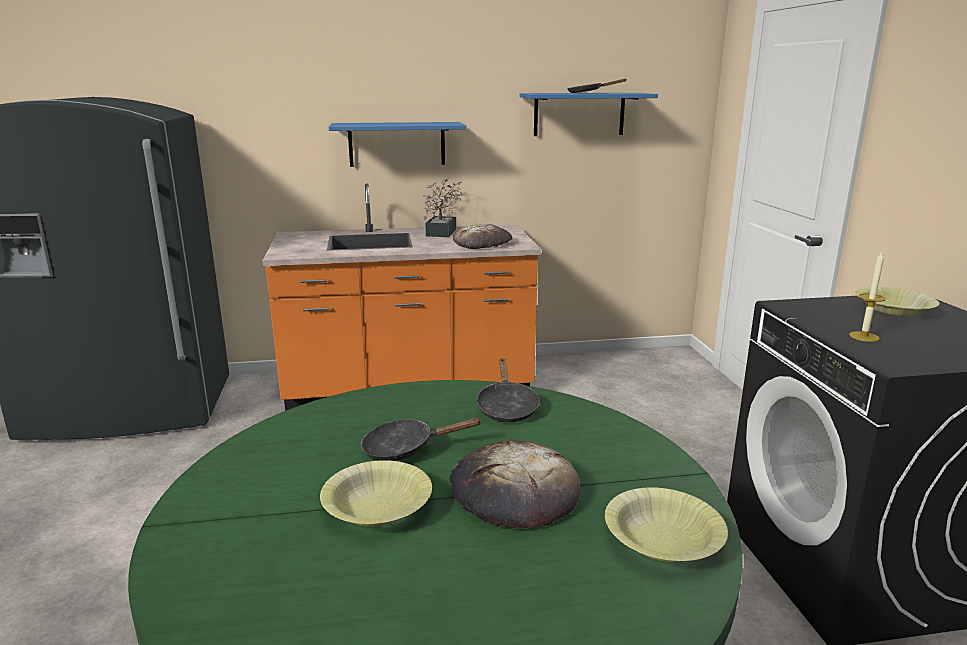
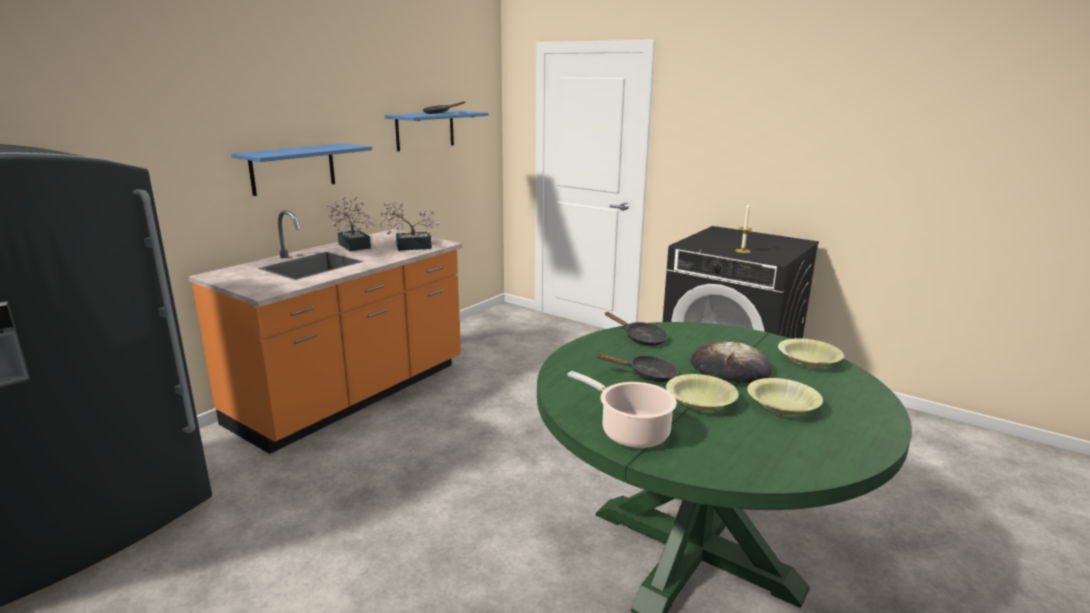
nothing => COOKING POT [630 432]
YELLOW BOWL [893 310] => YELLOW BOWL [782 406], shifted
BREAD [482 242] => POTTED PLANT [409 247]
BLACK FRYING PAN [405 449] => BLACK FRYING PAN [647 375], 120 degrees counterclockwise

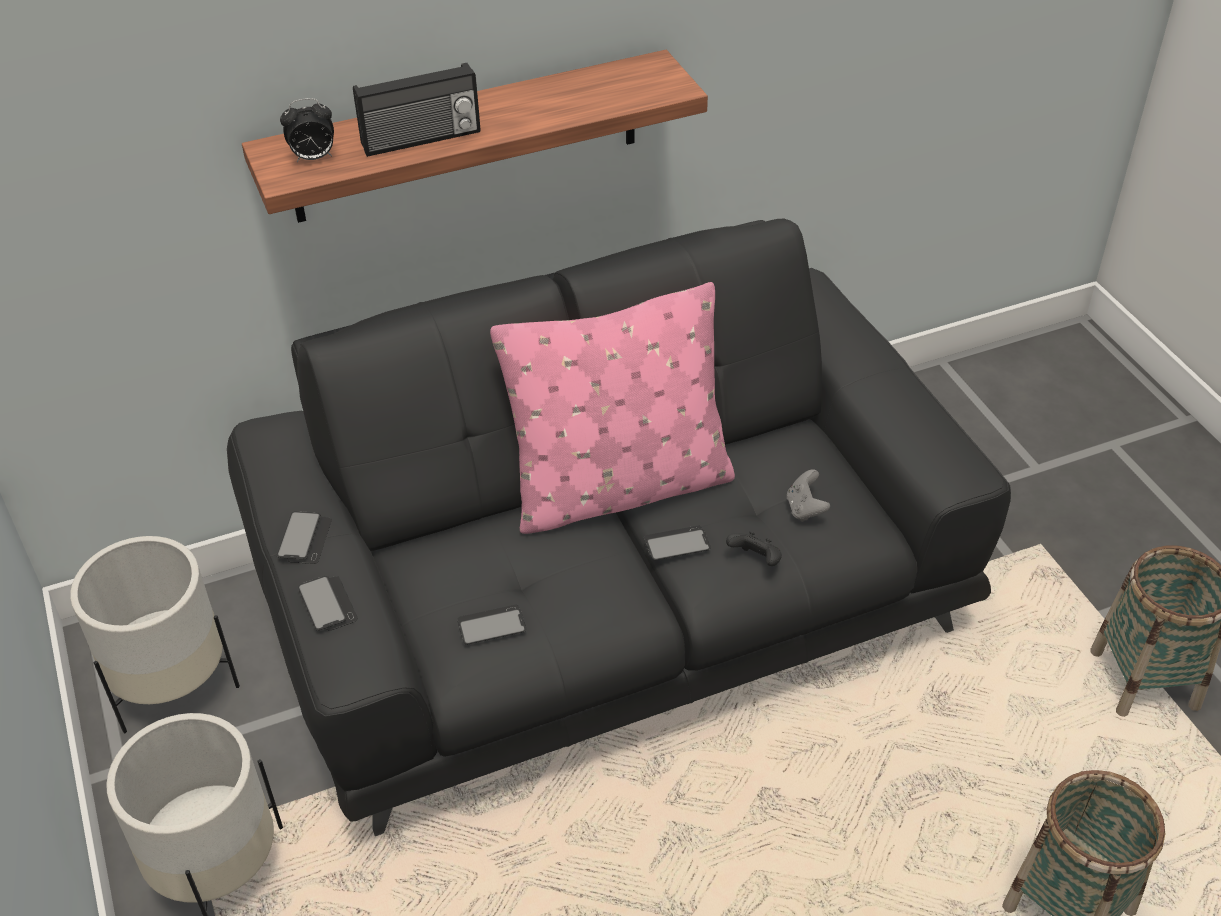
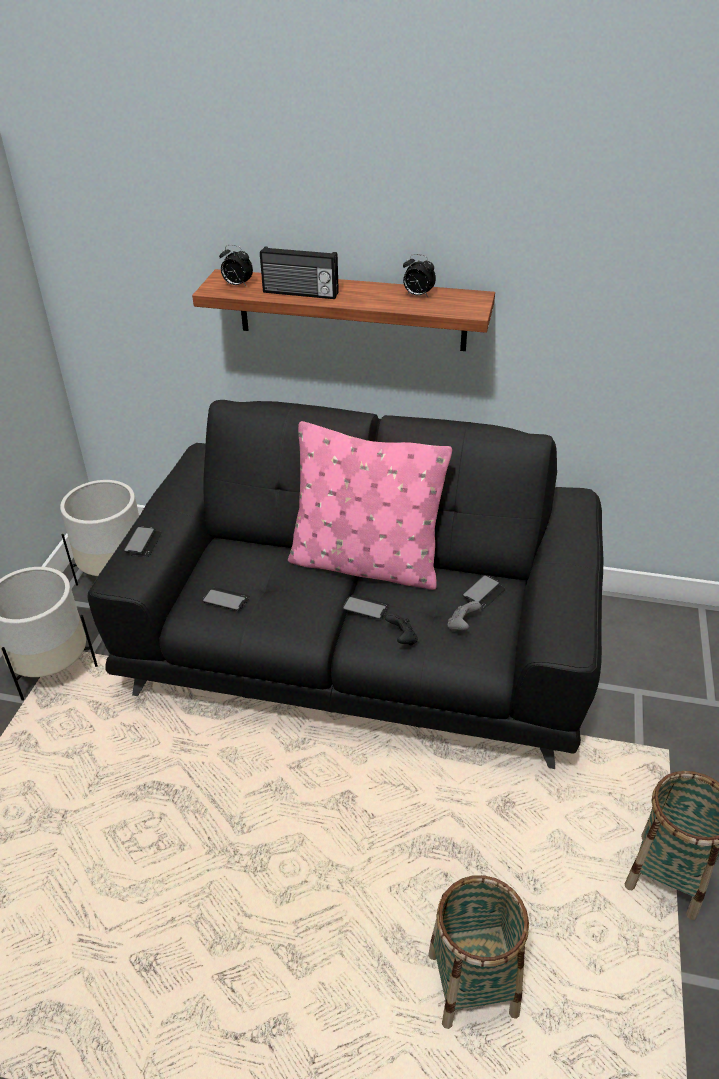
nothing => ALARM CLOCK [417 295]
PHONE [305 539] => PHONE [483 593], shifted

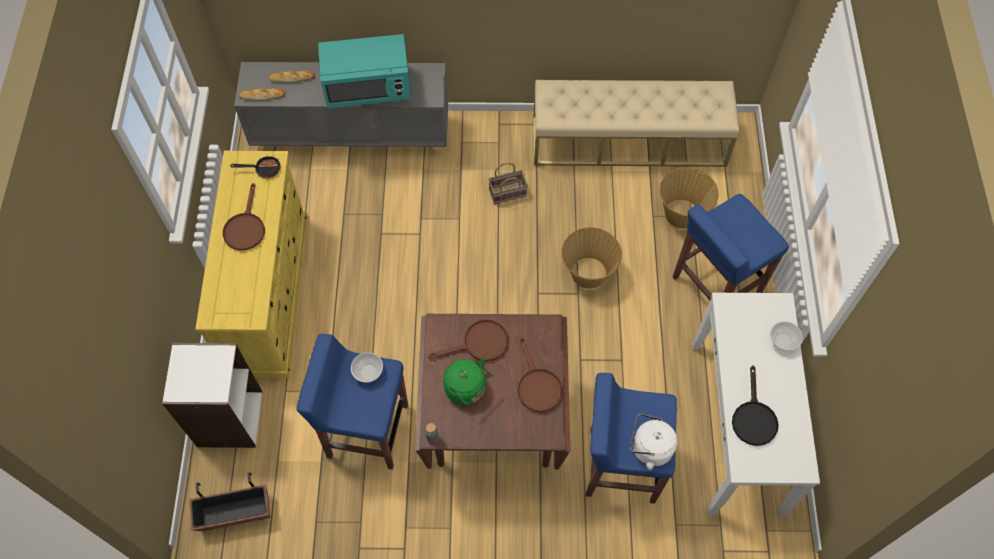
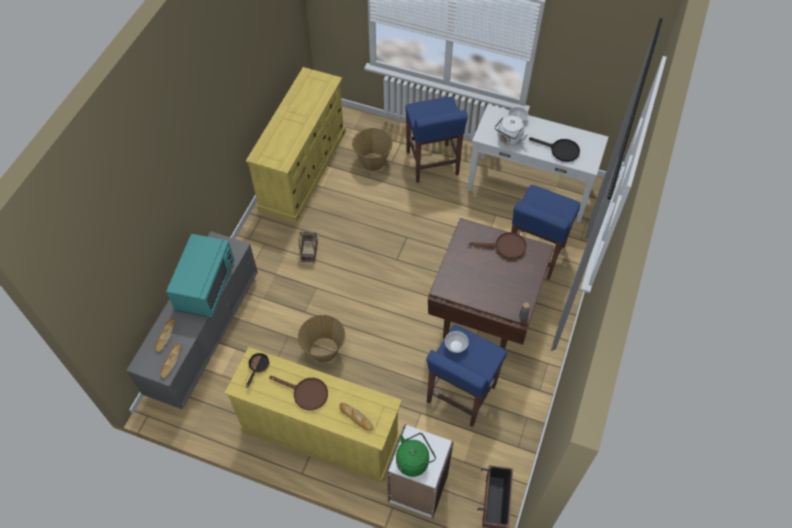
BROWN FRYING PAN [479 344] => nothing
nothing => BREAD [356 417]
GREEN KETTLE [467 390] => GREEN KETTLE [414 460], shifted
BASKET [588 273] => BASKET [324 350], shifted
WHITE KETTLE [649 448] => WHITE KETTLE [508 139], shifted
BEIGE BENCH [629 141] => YELLOW DRESSER [303 169]

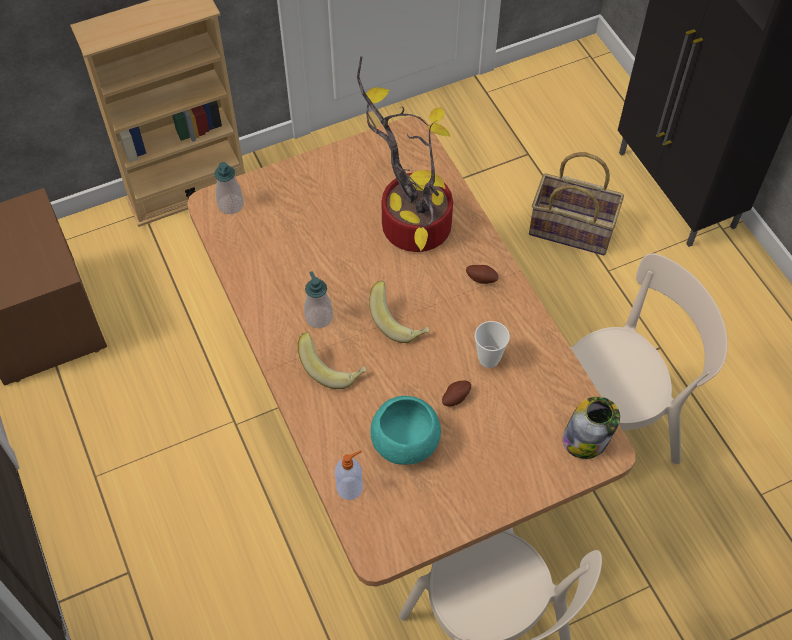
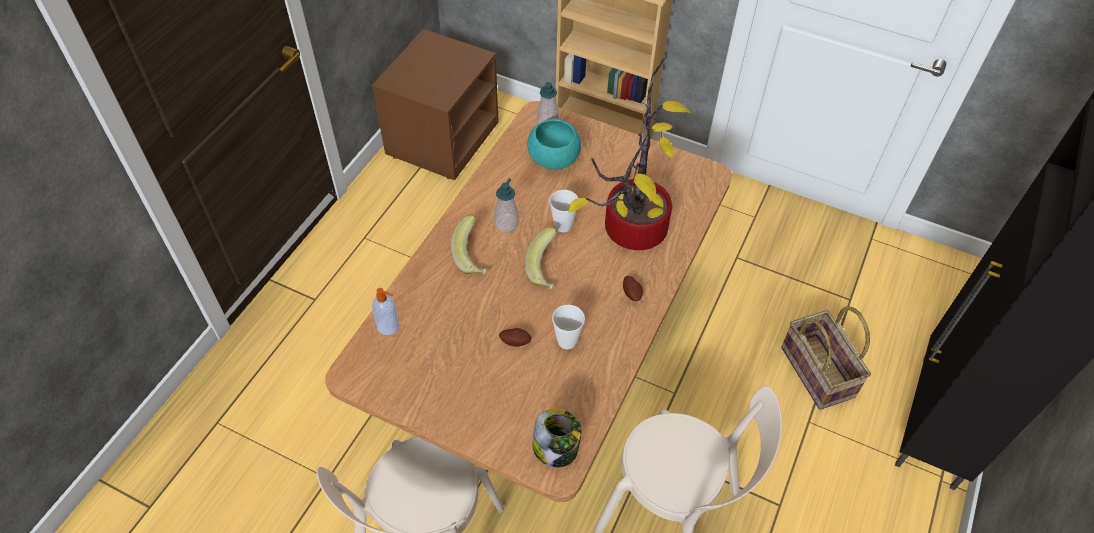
nothing => CUP [563 226]
TURQUOISE BOWL [405 442] => TURQUOISE BOWL [553 159], shifted

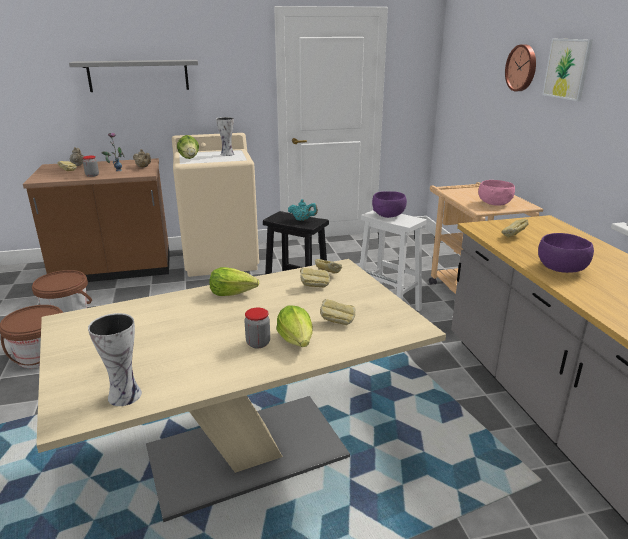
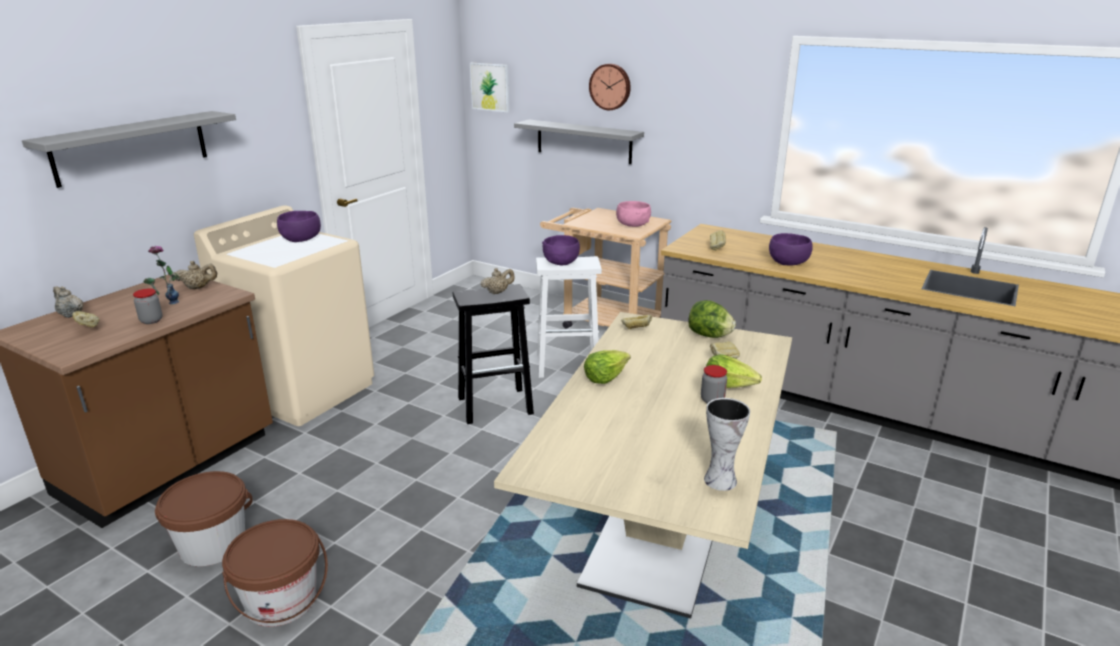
BREAD [314 286] => nothing
nothing => GREY SHELF [583 141]
LETTUCE [189 158] => LETTUCE [709 335], shifted
PICTURE [567 69] => PICTURE [490 87], shifted
VASE [227 154] => PURPLE BOWL [301 239]
TURQUOISE TEAPOT [302 220] => BEIGE TEAPOT [497 292]

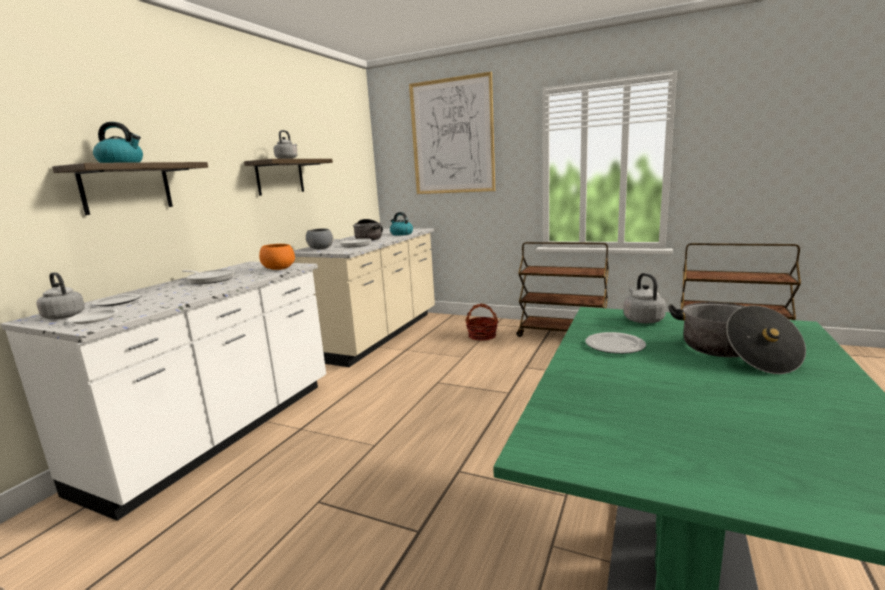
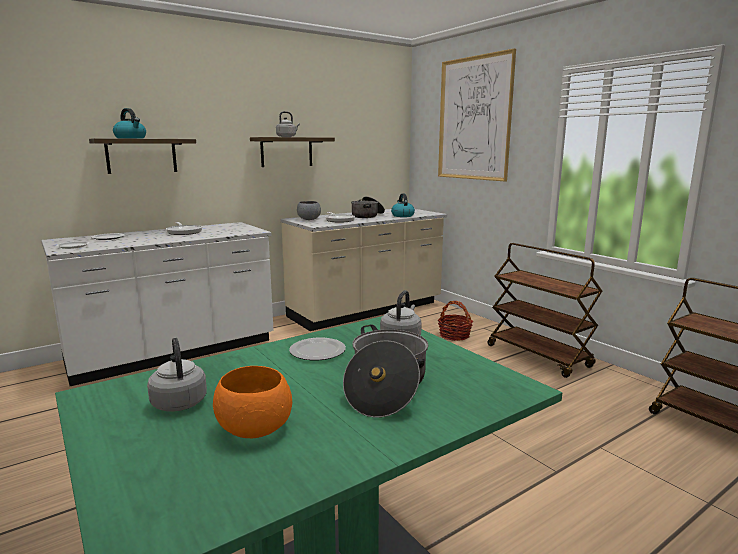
GREY KETTLE [63 316] => GREY KETTLE [179 401], shifted
ORANGE BOWL [279 269] => ORANGE BOWL [255 429], shifted

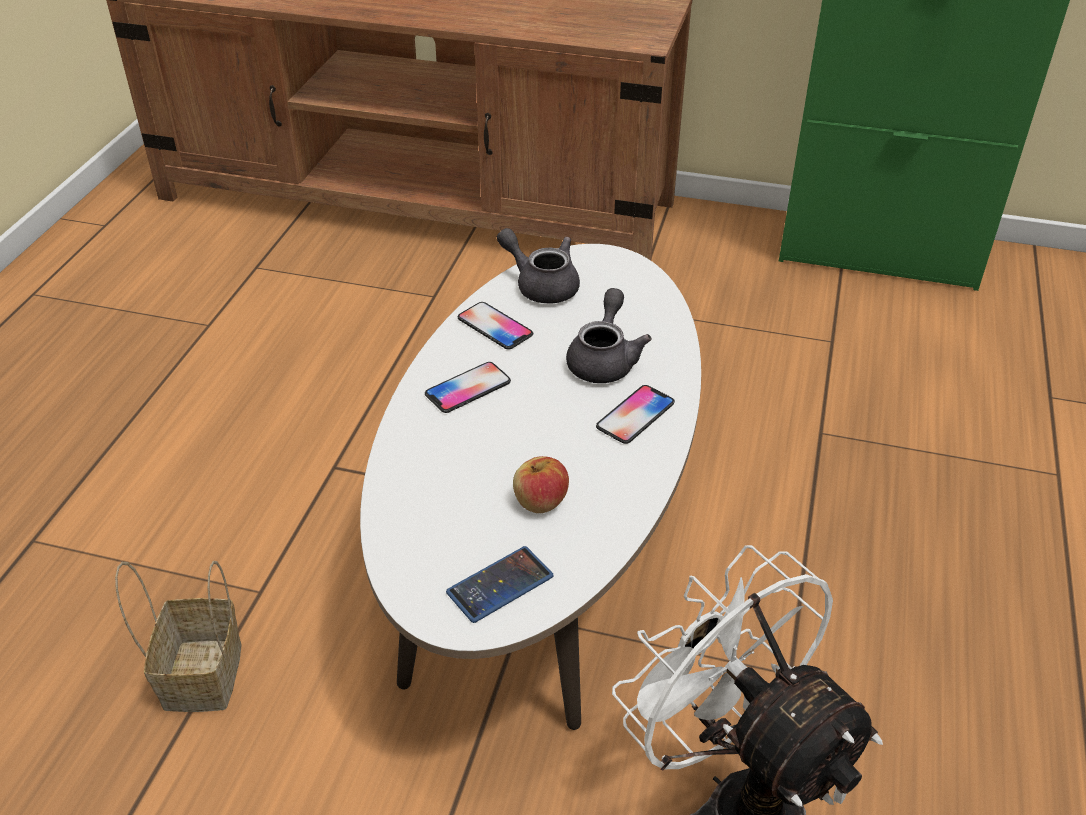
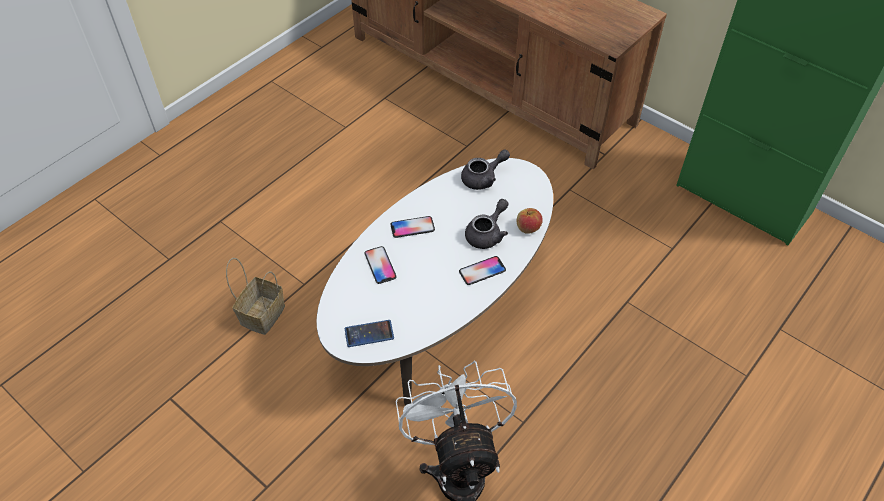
PHONE [495 327] => PHONE [380 265], shifted
APPLE [540 501] => APPLE [528 228], shifted
GREY TEAPOT [541 284] => GREY TEAPOT [483 178], 90 degrees clockwise

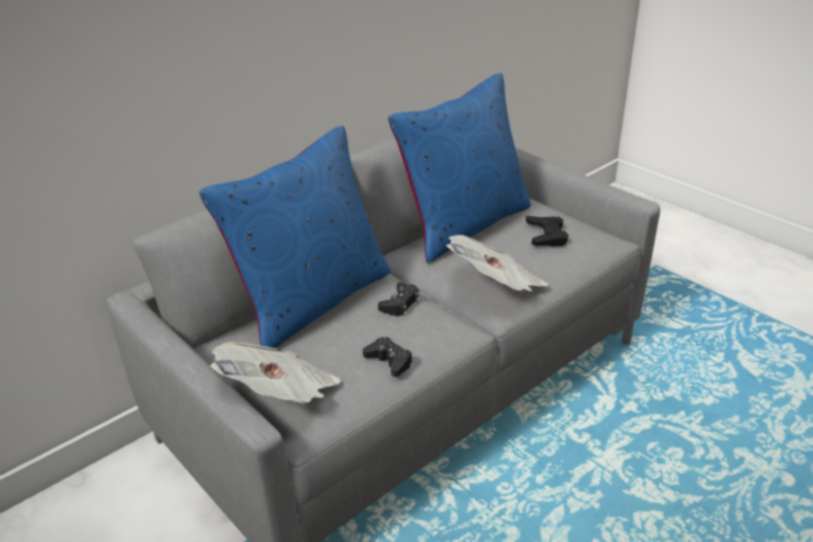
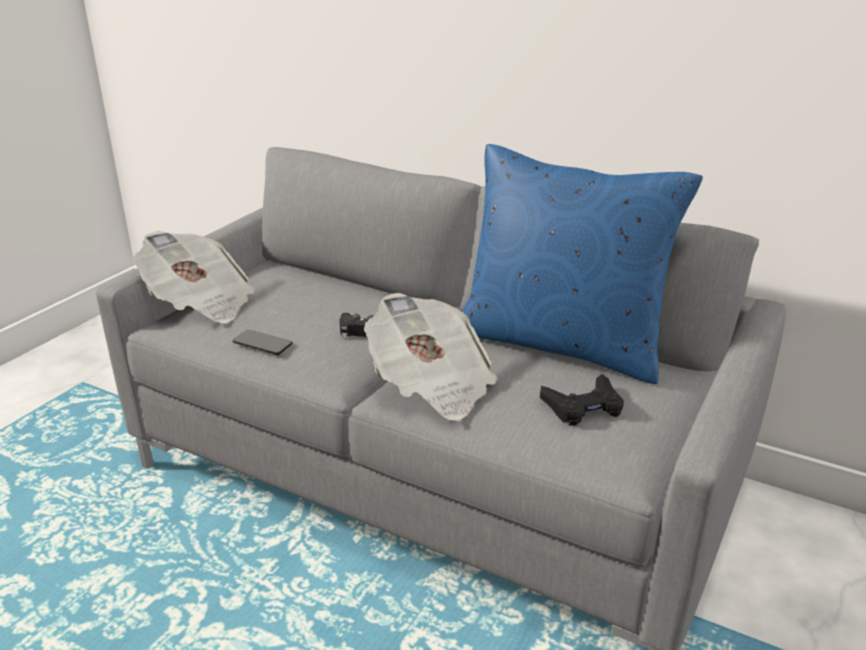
BLUE PILLOW [312 301] => nothing
BLACK GAME CONTROLLER [389 361] => PHONE [262 343]

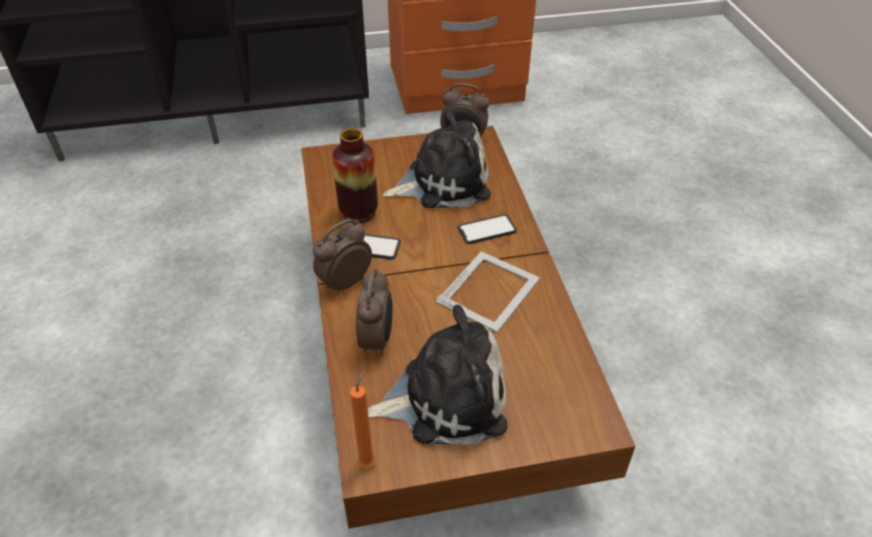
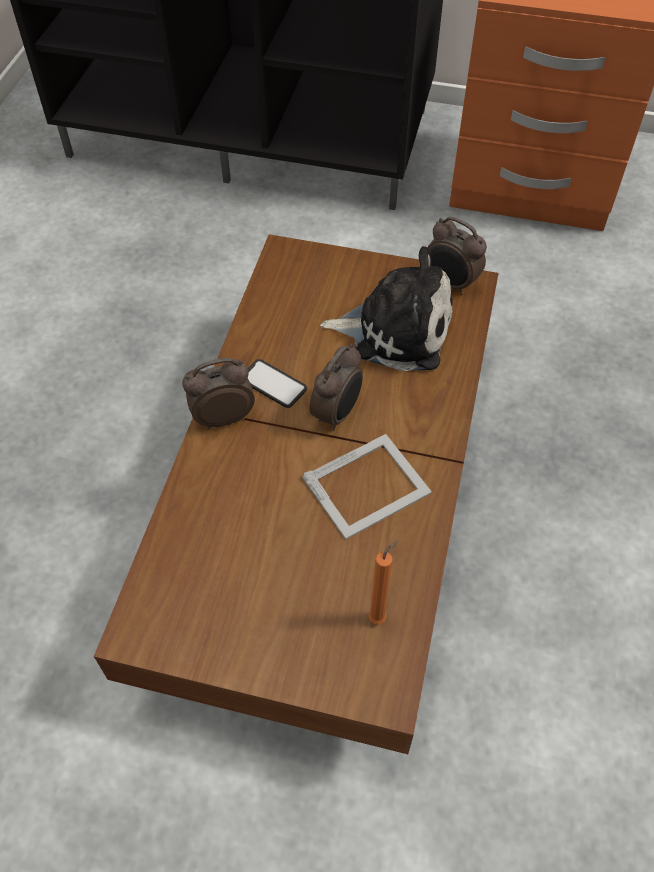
VASE [358 212] => nothing
PLUSH TOY [446 397] => nothing
PHONE [487 230] => nothing
ORANGE CANDLE [368 462] => ORANGE CANDLE [379 617], shifted
ALARM CLOCK [377 340] => ALARM CLOCK [337 413], shifted

